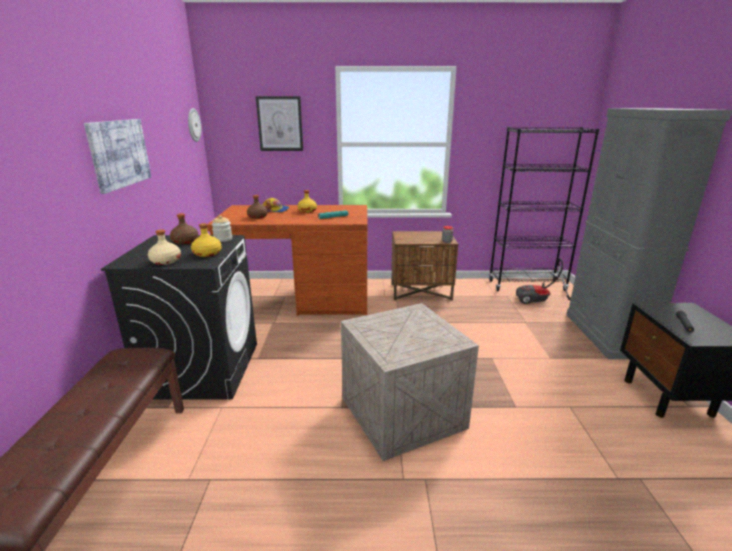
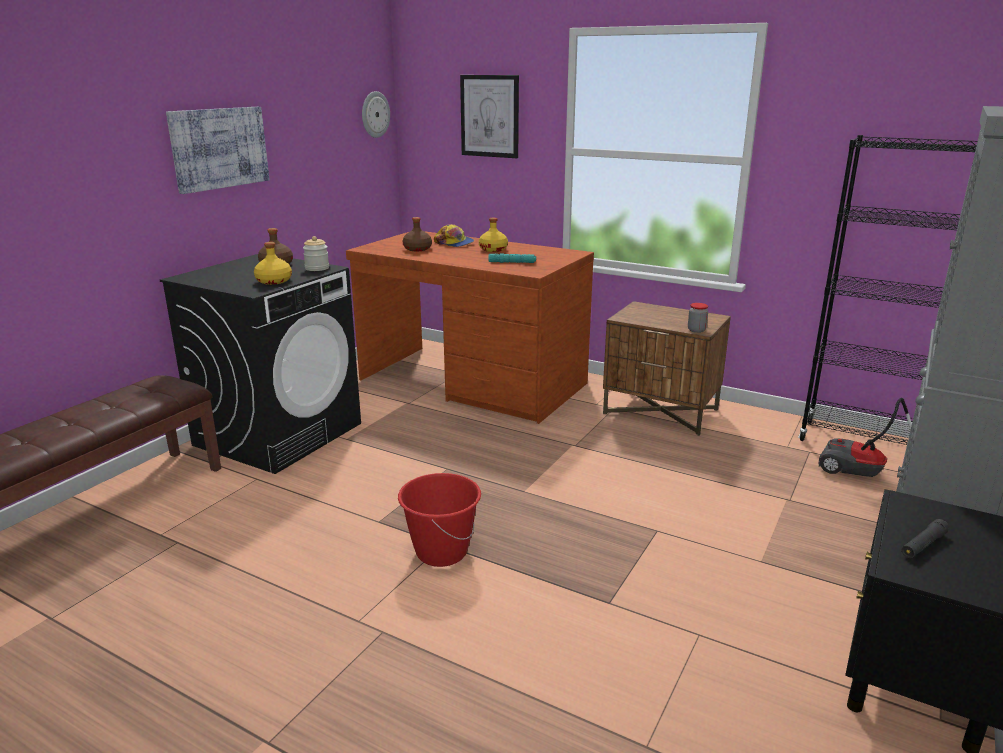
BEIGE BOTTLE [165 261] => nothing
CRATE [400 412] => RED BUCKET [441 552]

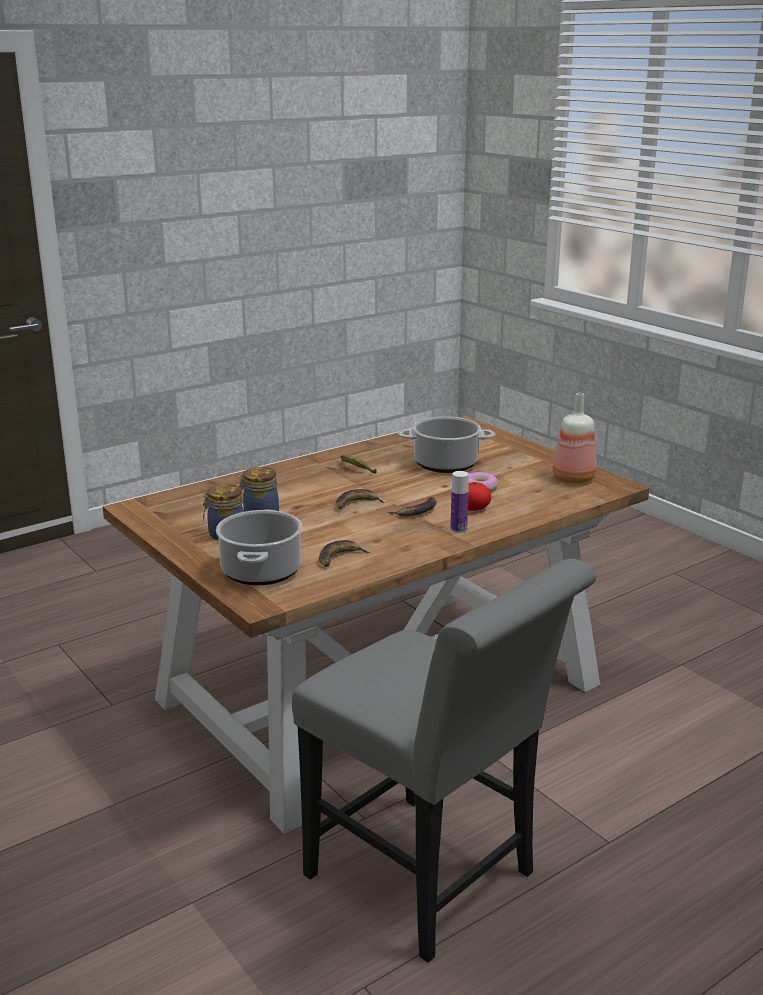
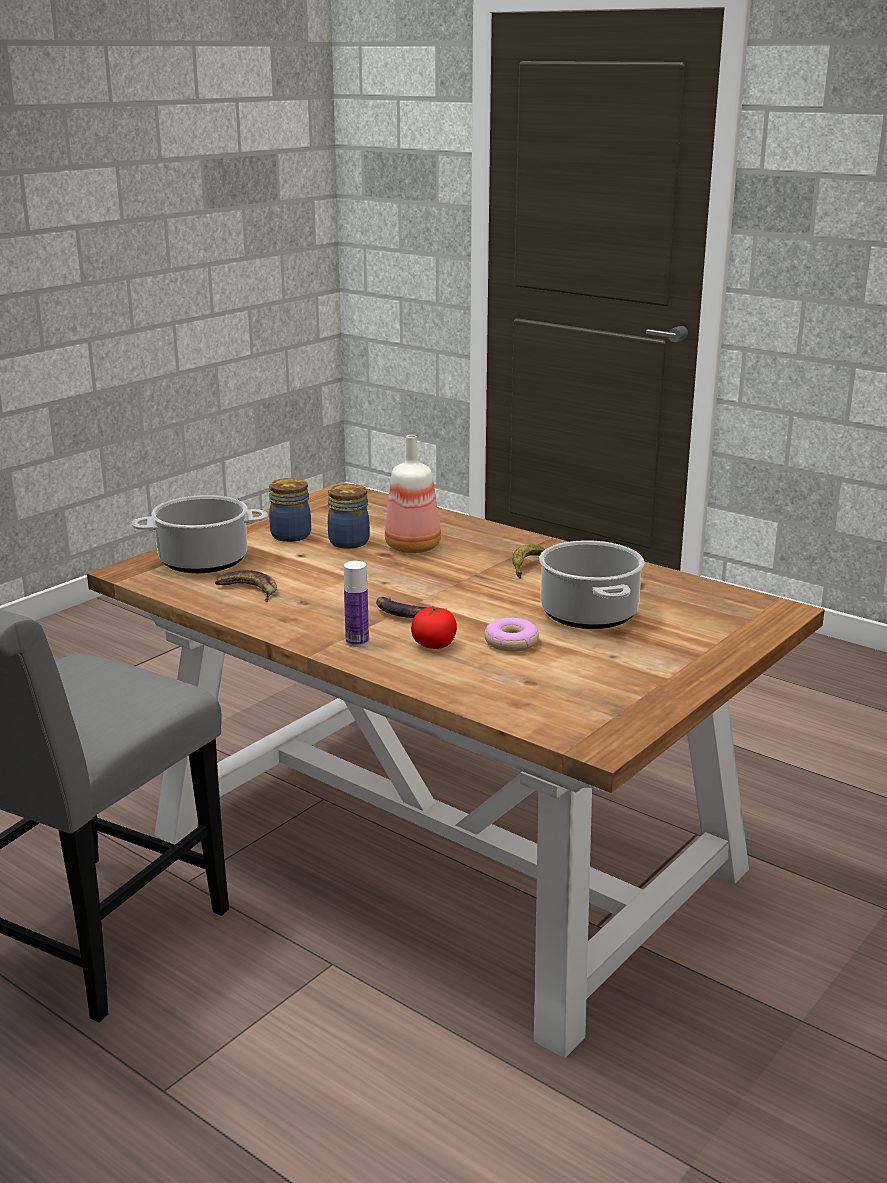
BANANA [356 504] => nothing
BOTTLE [572 478] => BOTTLE [413 546], shifted

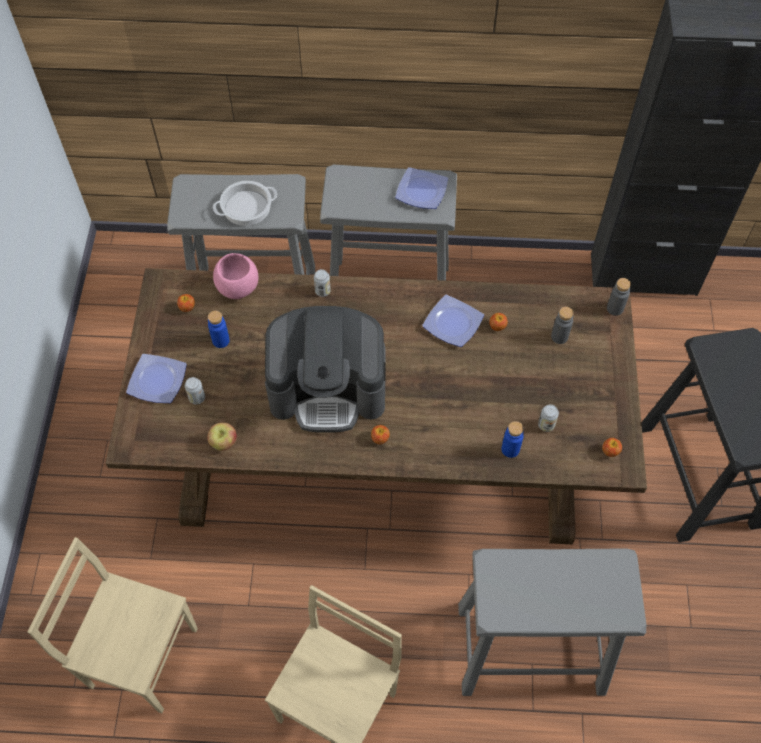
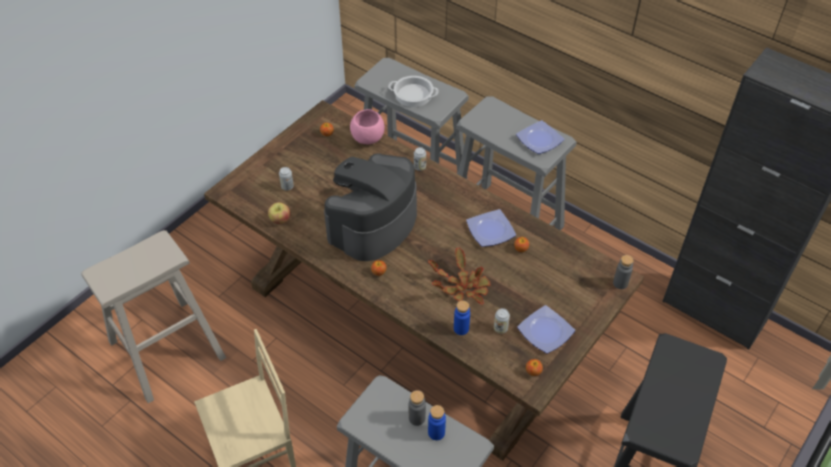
nothing => POTTED PLANT [462 287]
PLATE [158 382] => PLATE [545 332], shifted
BLUE BOTTLE [221 340] => BLUE BOTTLE [436 432], shifted
GREY BOTTLE [559 336] => GREY BOTTLE [417 418], shifted
BEIGE CHAIR [143 655] => BEIGE STOOL [167 349]
COFFEE MACHINE [328 388] => COFFEE MACHINE [372 224], 90 degrees clockwise

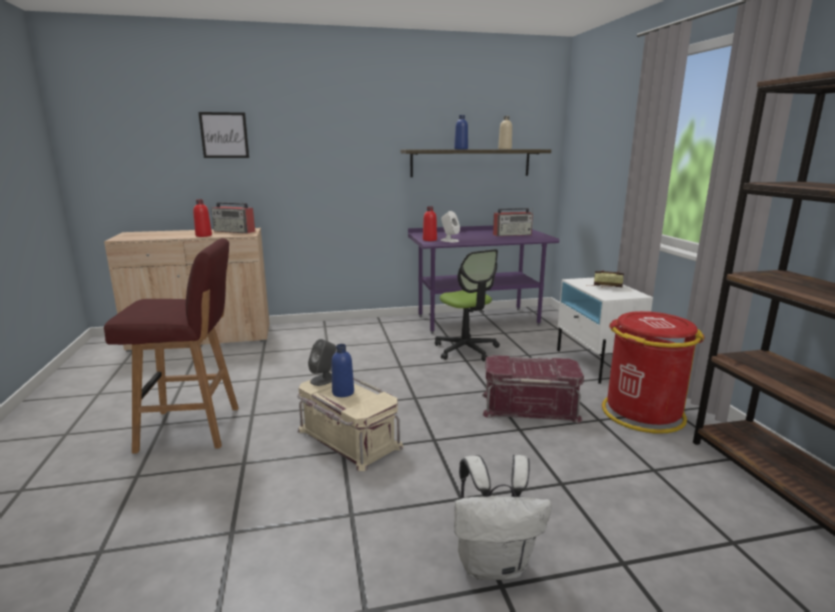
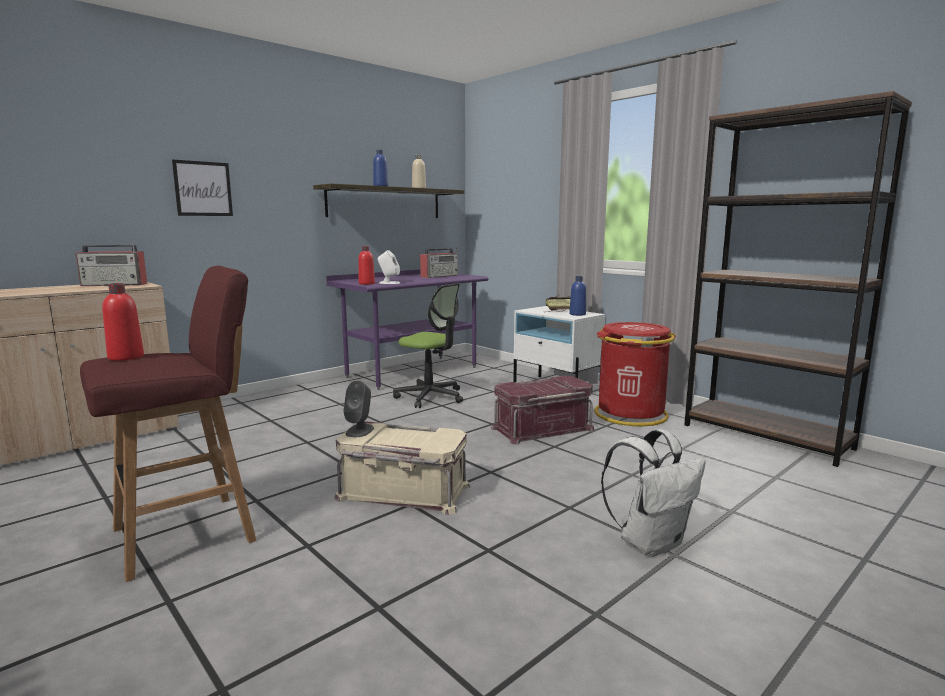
RED BOTTLE [203 235] => RED BOTTLE [126 357], shifted
PICTURE [224 135] => PICTURE [203 189], shifted
BLUE BOTTLE [343 392] => BLUE BOTTLE [577 314], shifted

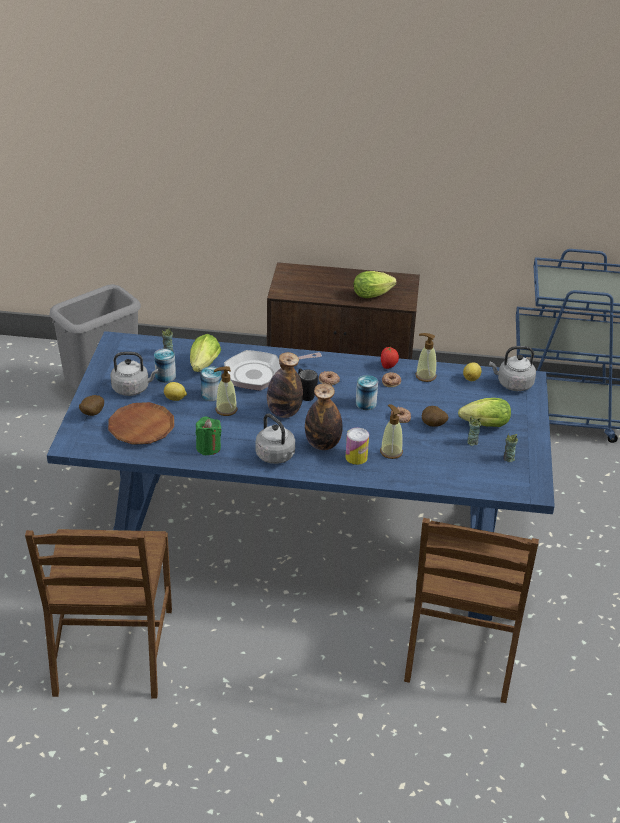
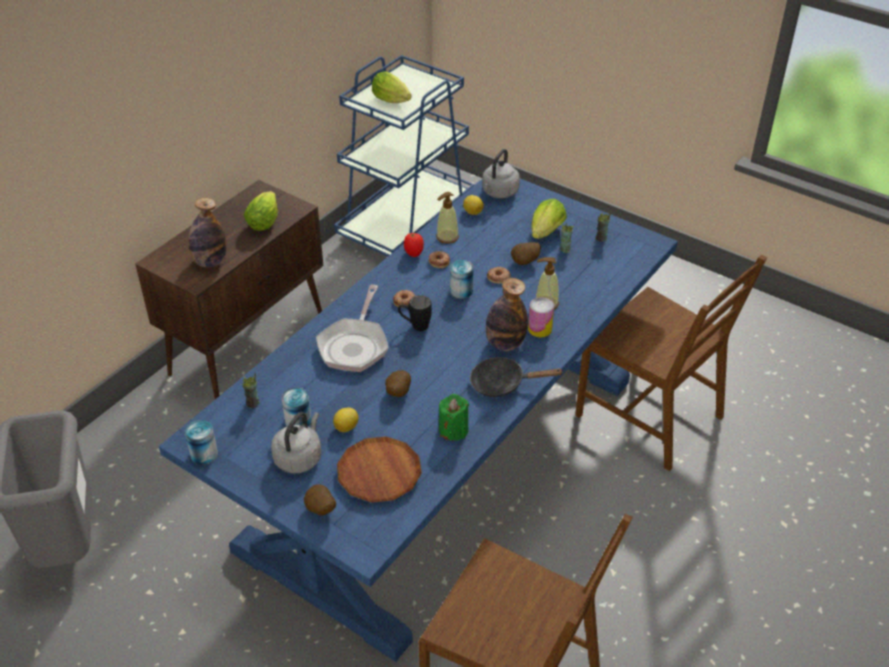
LETTUCE [203 367] => LETTUCE [393 101], shifted
CAN [211 395] => CAN [204 454], shifted
BOTTLE [284 412] => BOTTLE [210 262], shifted
SOAP DISPENSER [226 410] => POTATO [397 393]
GREY KETTLE [276 456] => BLACK FRYING PAN [503 383]

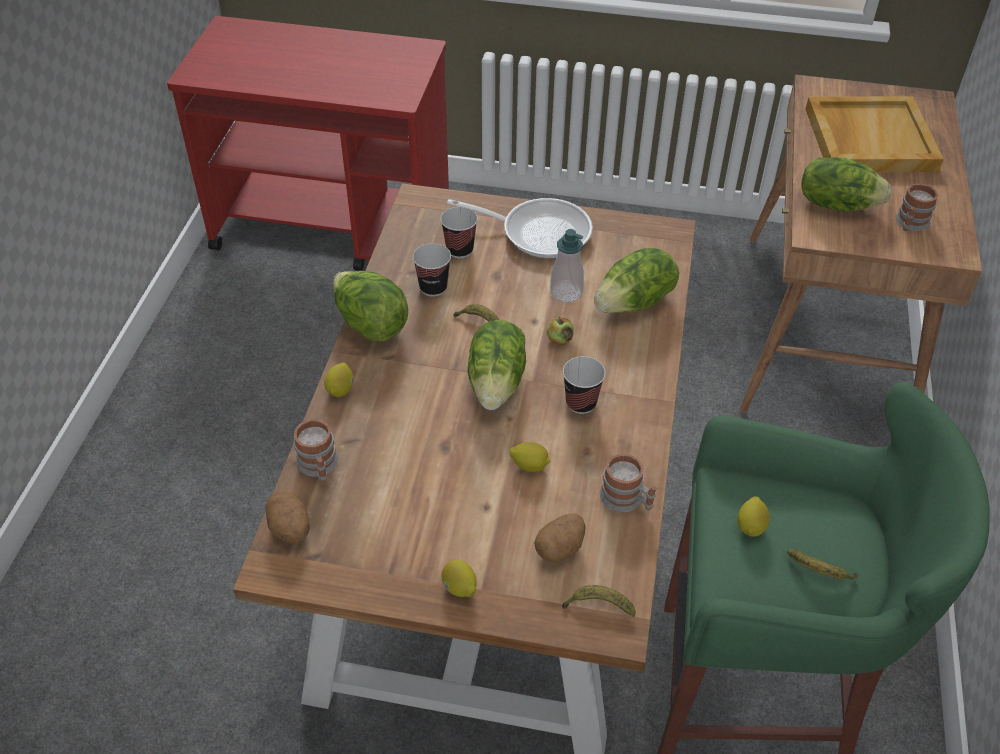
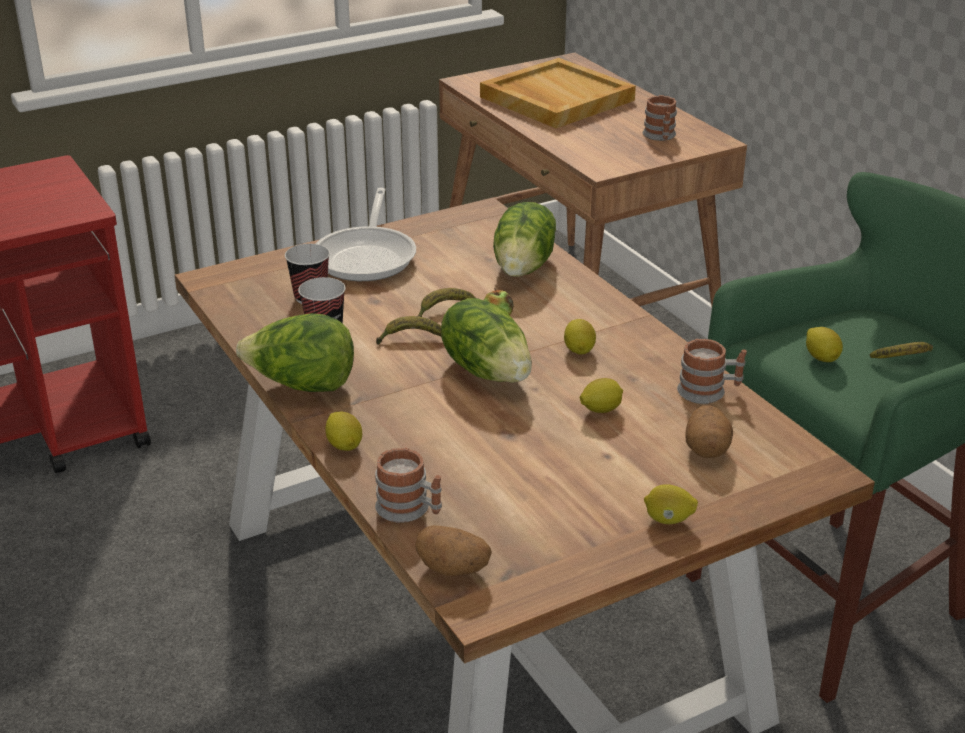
SOAP DISPENSER [566 292] => nothing
LETTUCE [836 204] => nothing
BANANA [598 606] => BANANA [443 310], shifted
CUP [581 403] => LEMON [579 350]
FRYING PAN [538 232] => FRYING PAN [368 256], 120 degrees clockwise

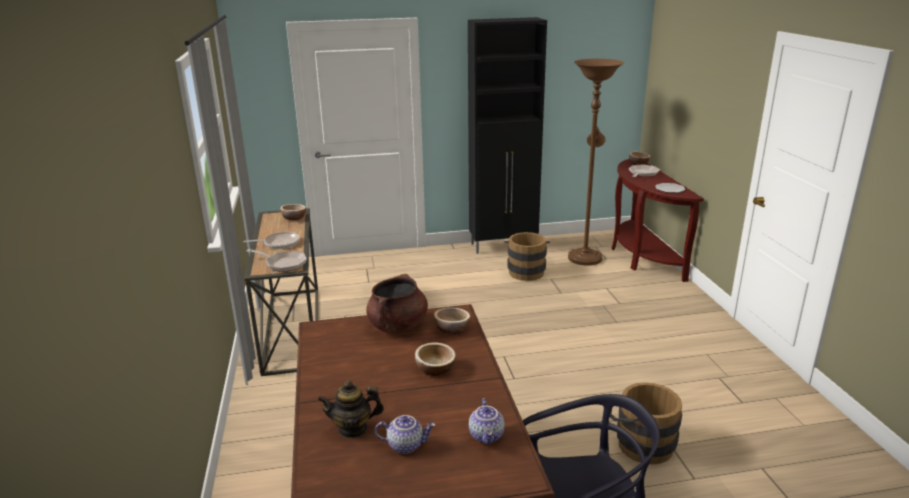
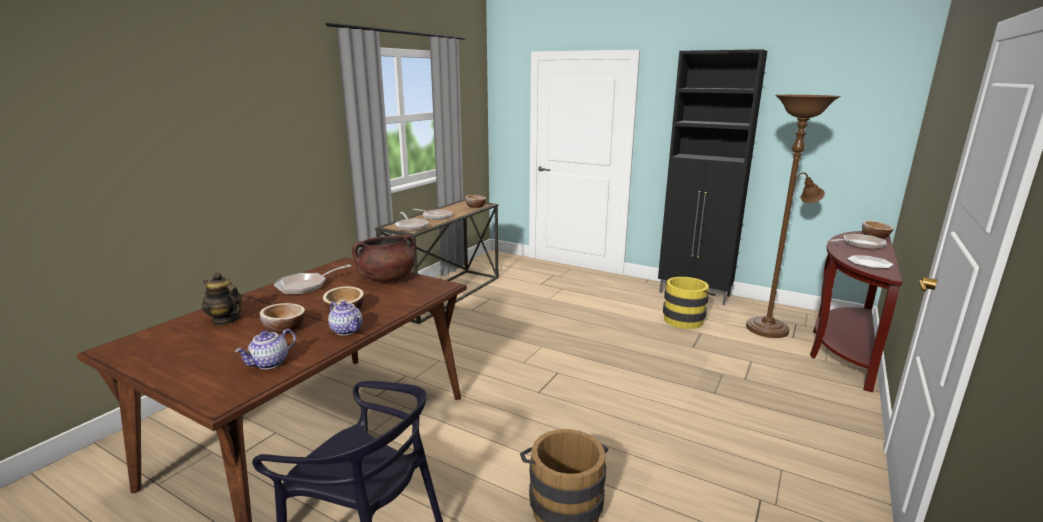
nothing => FRYING PAN [306 286]
TEAPOT [406 445] => TEAPOT [347 330], shifted
BOWL [452 329] => BOWL [284 328], shifted
BROWN BUCKET [526 271] => YELLOW BUCKET [685 319]

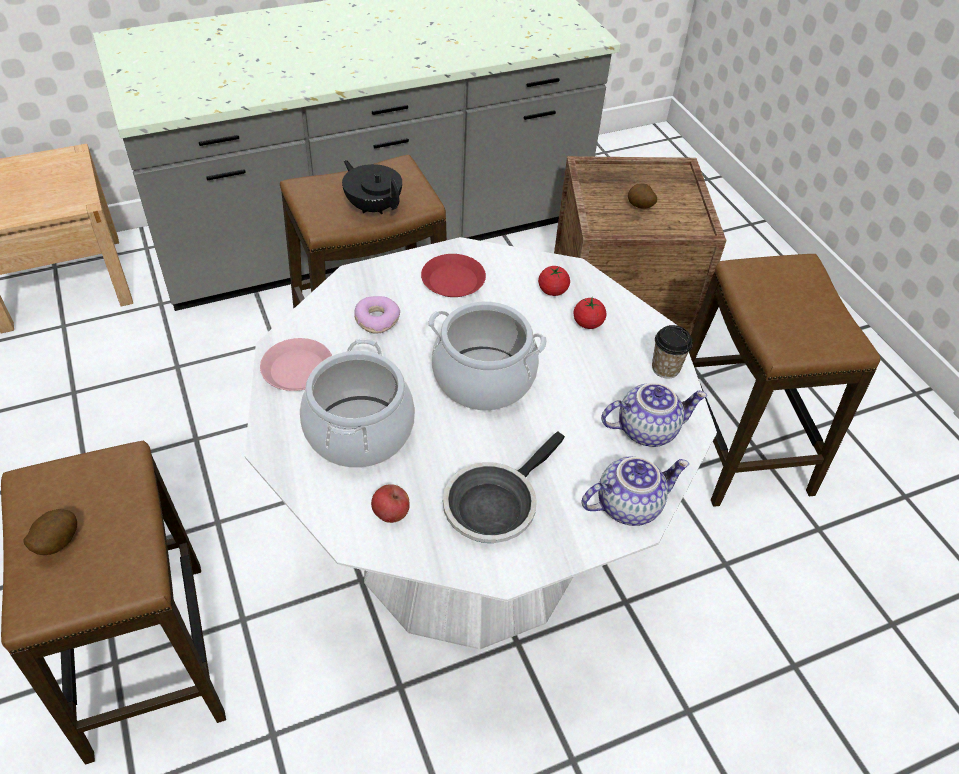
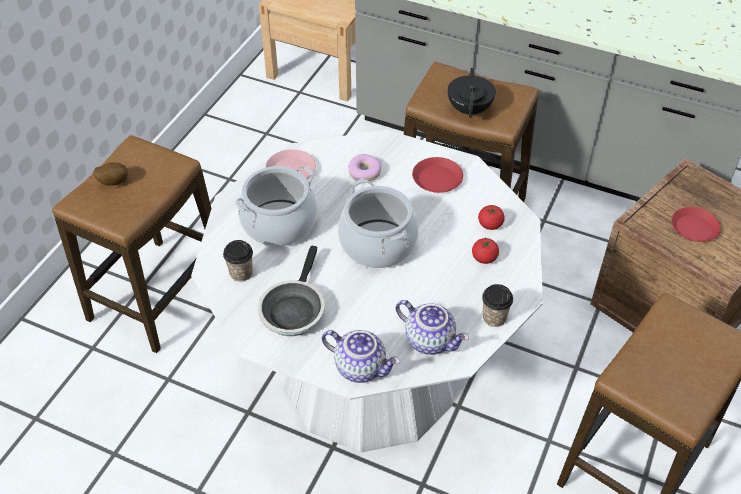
APPLE [391 513] => CUP [241 273]
POTATO [639 207] => RED PLATE [694 228]
FRYING PAN [494 505] => FRYING PAN [293 309], 75 degrees counterclockwise

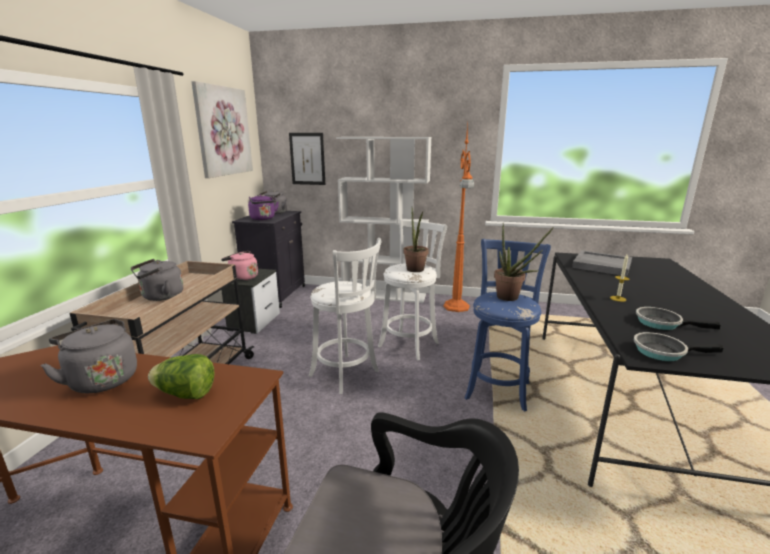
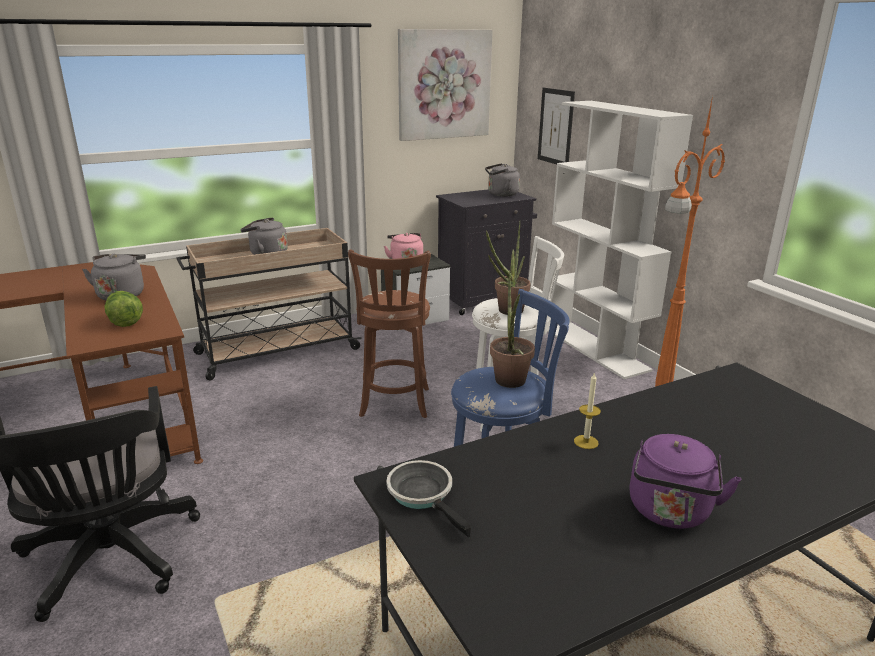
GREY TRAY [601 265] => nothing
FRYING PAN [661 323] => nothing
PURPLE KETTLE [263 219] => PURPLE KETTLE [670 513], shifted
WHITE STOOL [346 375] => BROWN STOOL [394 404]

